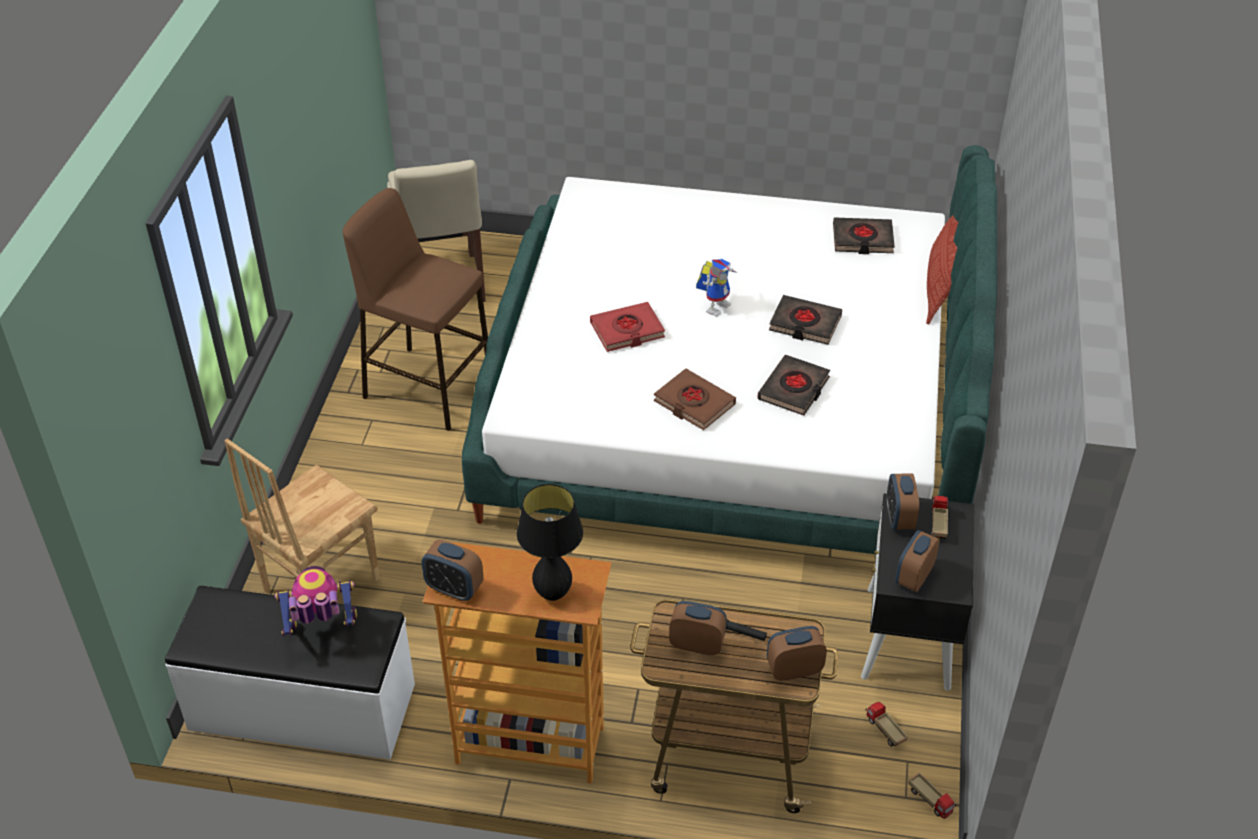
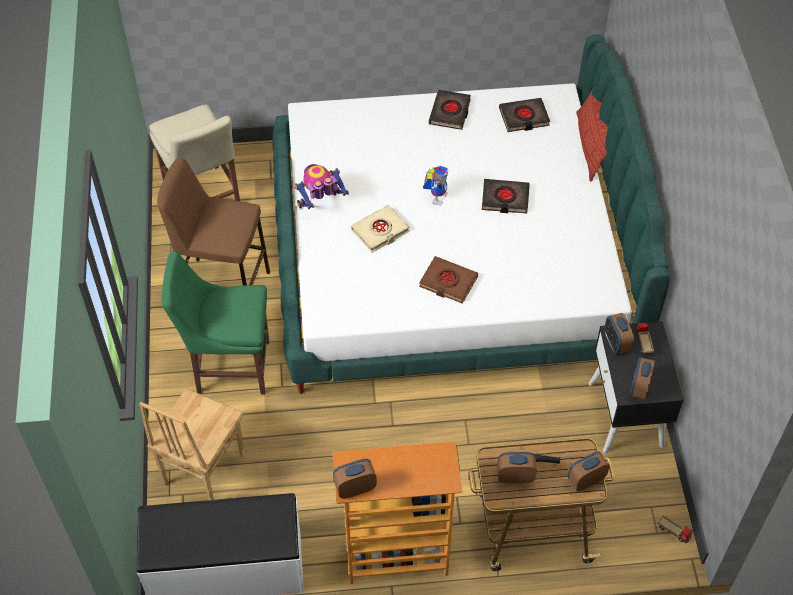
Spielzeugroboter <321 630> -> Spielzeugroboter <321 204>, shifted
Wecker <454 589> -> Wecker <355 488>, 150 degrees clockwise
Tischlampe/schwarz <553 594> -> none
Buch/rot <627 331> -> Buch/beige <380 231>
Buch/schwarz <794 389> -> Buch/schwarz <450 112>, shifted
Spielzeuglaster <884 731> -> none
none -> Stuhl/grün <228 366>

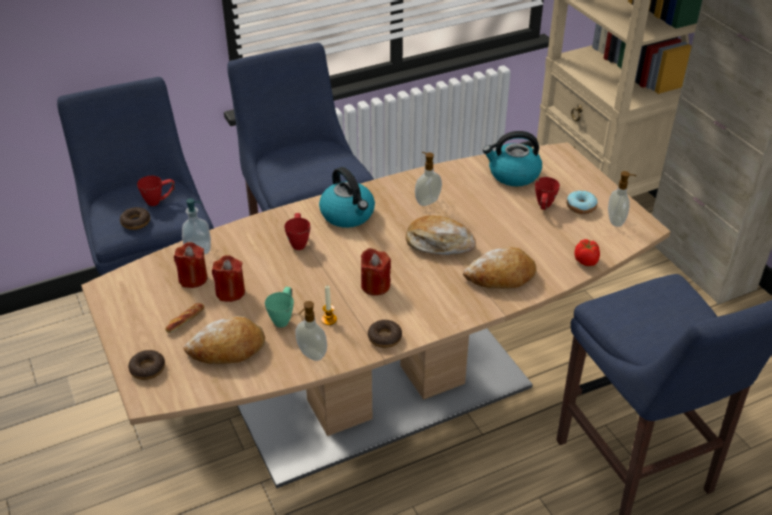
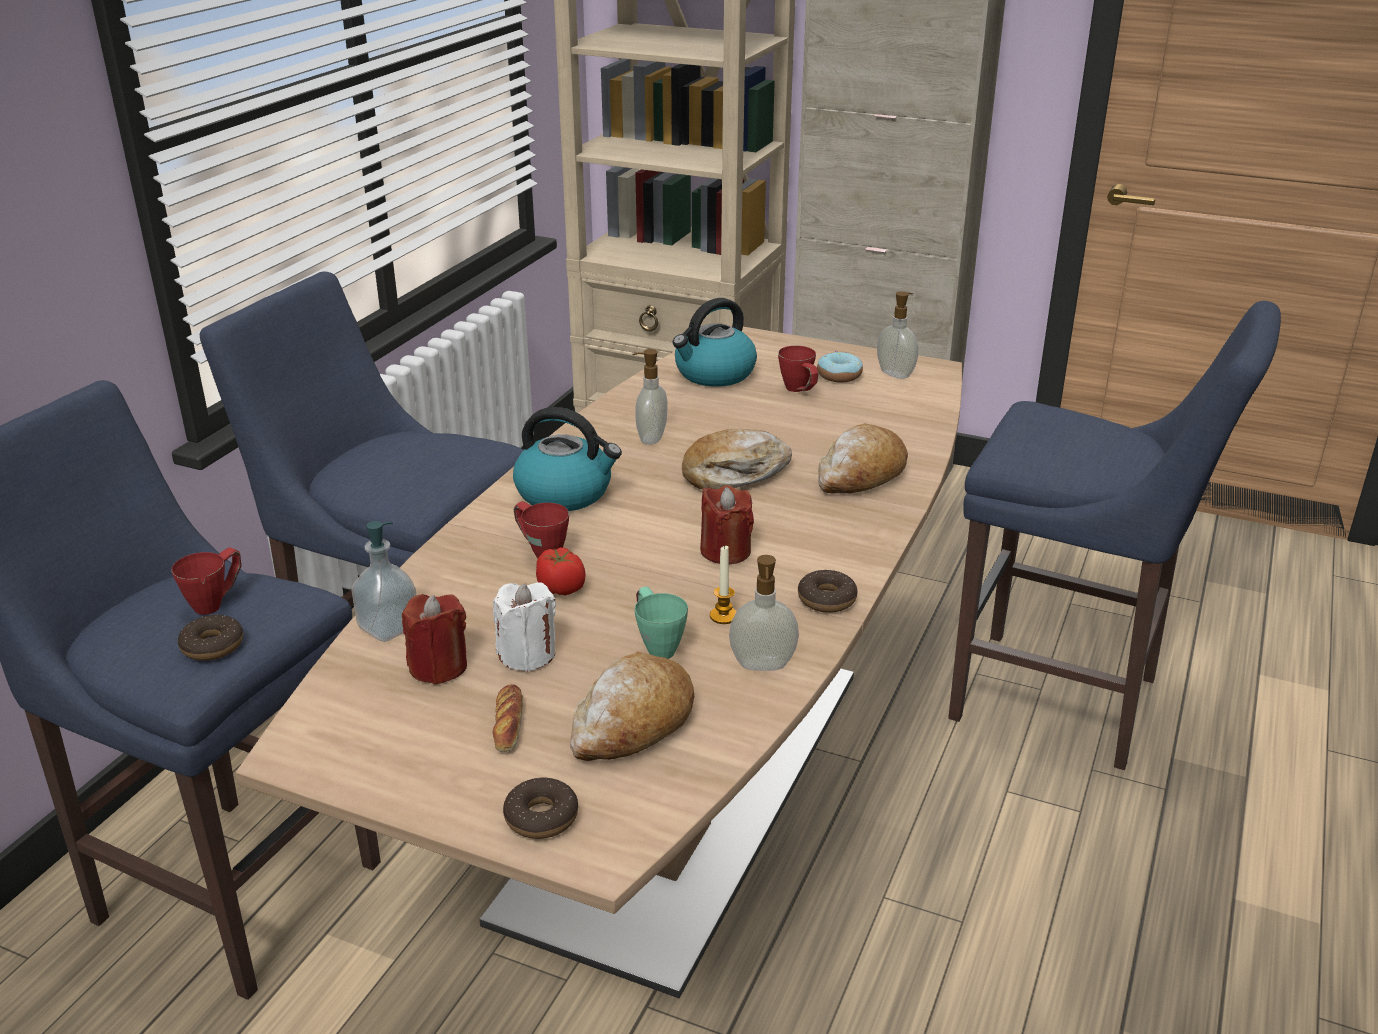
Kerze/rot <230 292> -> Kerze/weiß <527 654>
Tomate <586 261> -> Tomate <561 589>, shifted

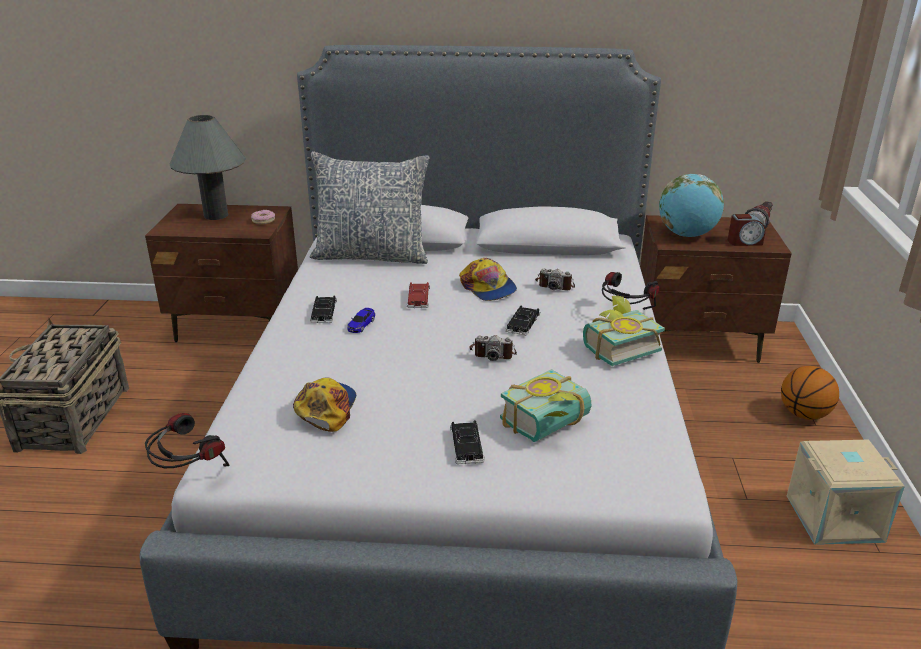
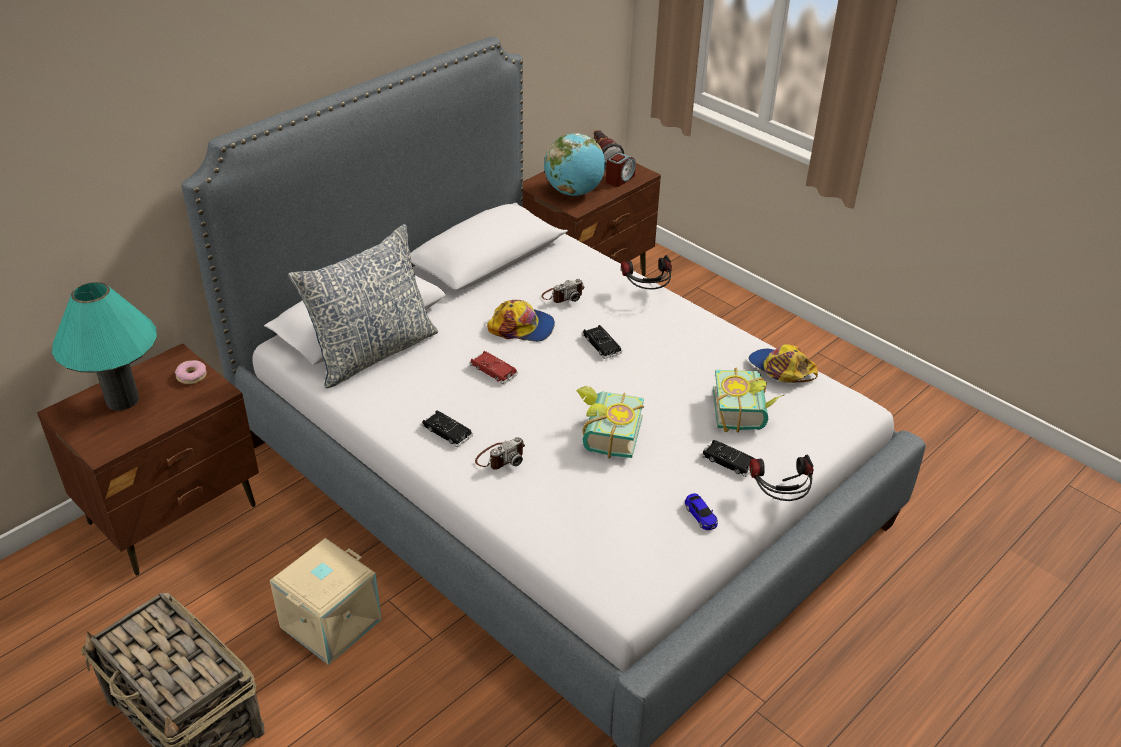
Kopfhörer <189 474> -> Kopfhörer <778 500>, shifted
Tischlampe/grau <216 215> -> Tischlampe/türkis <122 400>
Kappe <325 408> -> Kappe <780 369>, shifted
Spielzeugauto <361 325> -> Spielzeugauto <700 516>, shifted
Kamera <492 353> -> Kamera <500 457>, shifted
Buch <616 347> -> Buch <605 435>, shifted
Basketball <804 414> -> none
Aufbewahrungsbox/beige <834 517> -> Aufbewahrungsbox/beige <330 622>, shifted

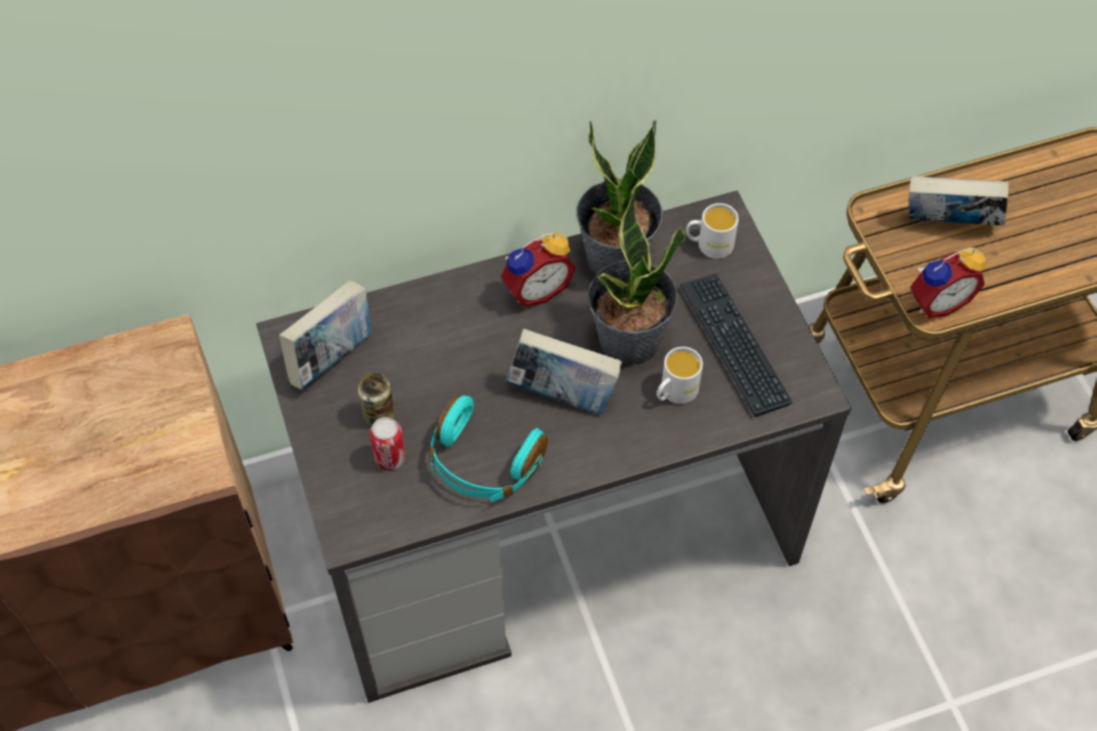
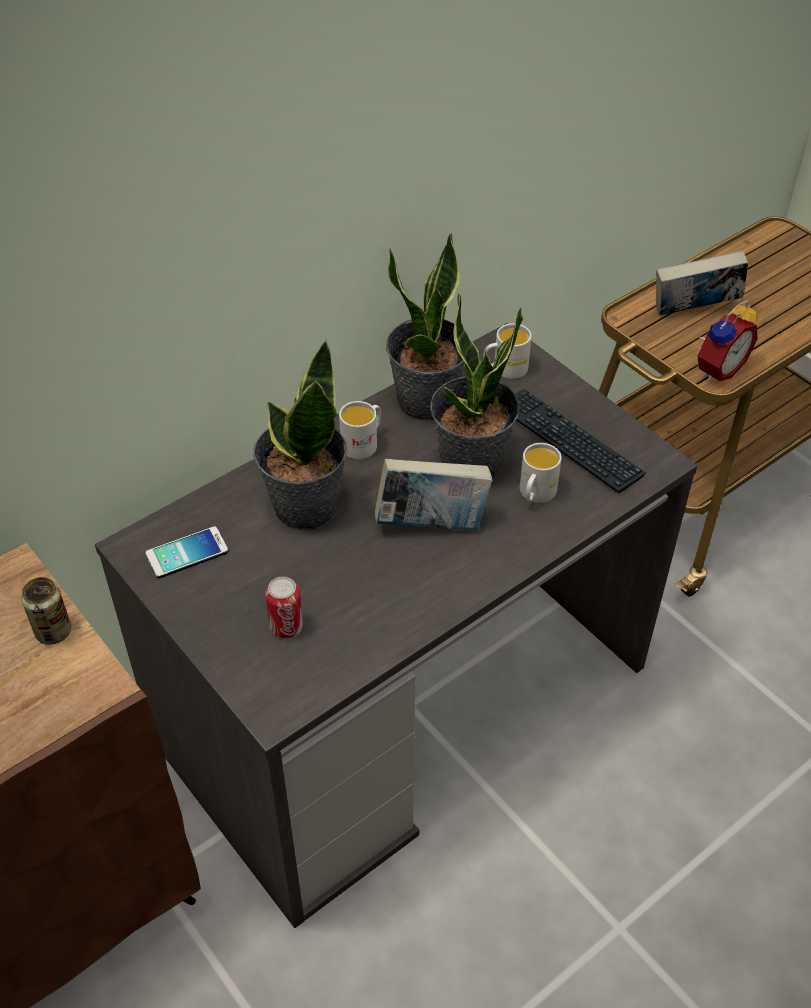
Buch <332 357> -> Handy <187 553>
Dose <379 415> -> Dose <53 631>, shifted
Kopfhörer/türkis <483 463> -> none
Wecker <536 289> -> Henkelbecher/weiß <363 443>
none -> Topfpflanze <304 506>

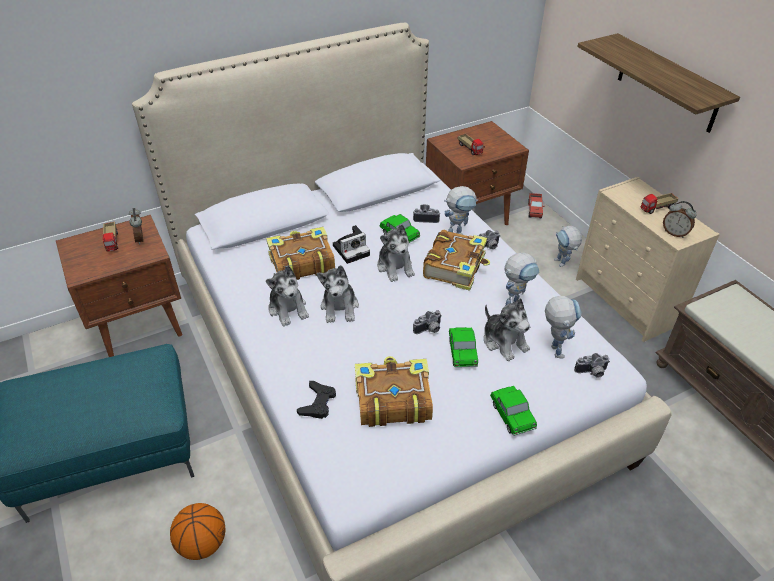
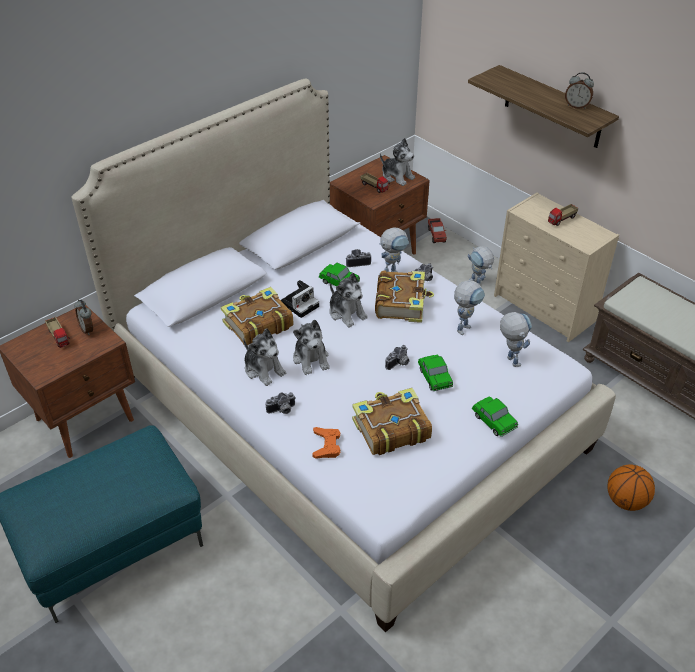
Basketball <203 544> -> Basketball <626 501>, shifted
Gamepad/schwarz <318 403> -> Gamepad/orange <326 445>
Plüschtier <504 342> -> Plüschtier <397 176>, shifted
Kamera <592 372> -> Kamera <282 410>, shifted
Wecker <674 233> -> Wecker <576 106>, shifted

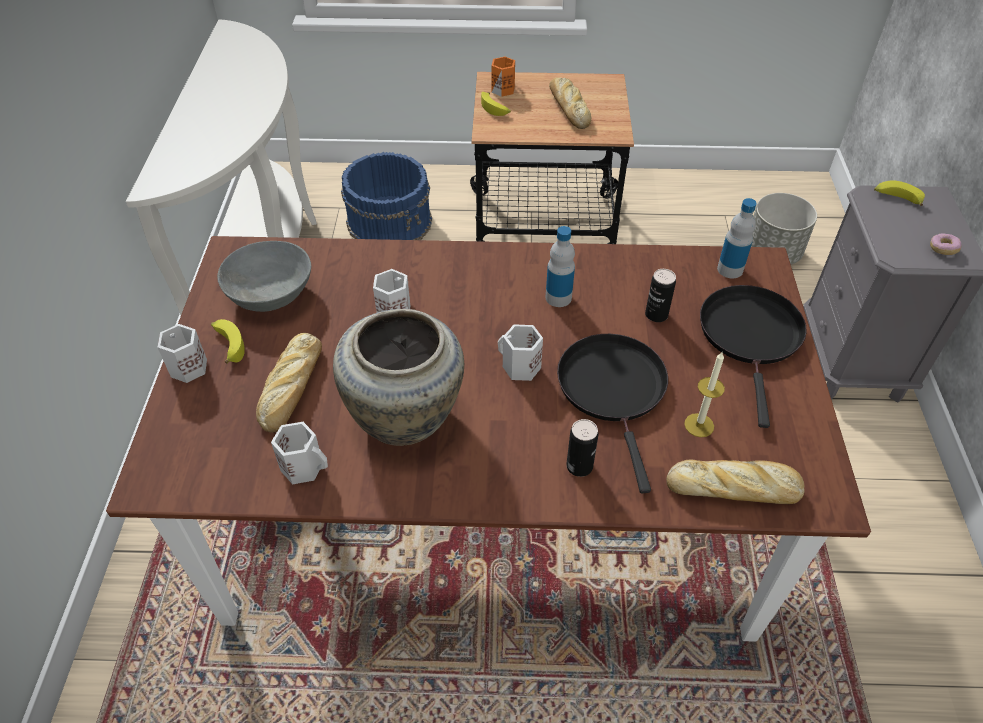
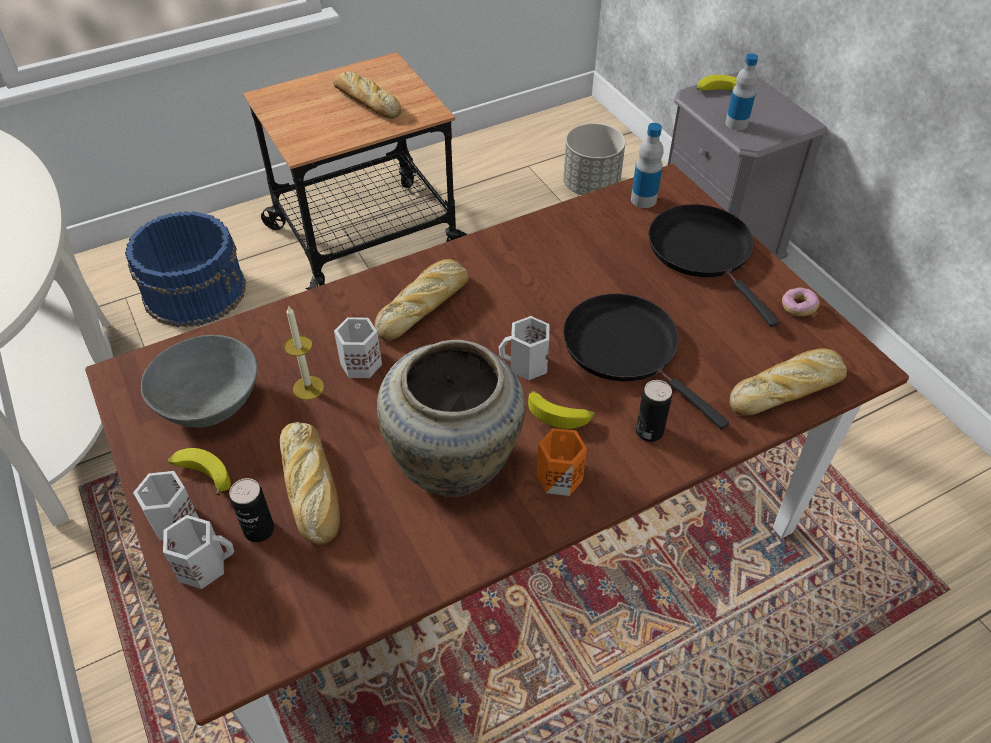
Henkelbecher/weiß <304 466> -> Henkelbecher/weiß <204 564>, shifted
Banane <495 108> -> Banane <560 414>, shifted
Henkelbecher/orange <503 89> -> Henkelbecher/orange <558 475>, shifted
Flasche <558 297> -> Flasche <736 123>, shifted
Dose <656 315> -> Dose <259 530>, shifted
Kerze <699 425> -> Kerze <308 388>, shifted
Donut <943 249> -> Donut <798 307>, shifted
none -> Brot <424 305>

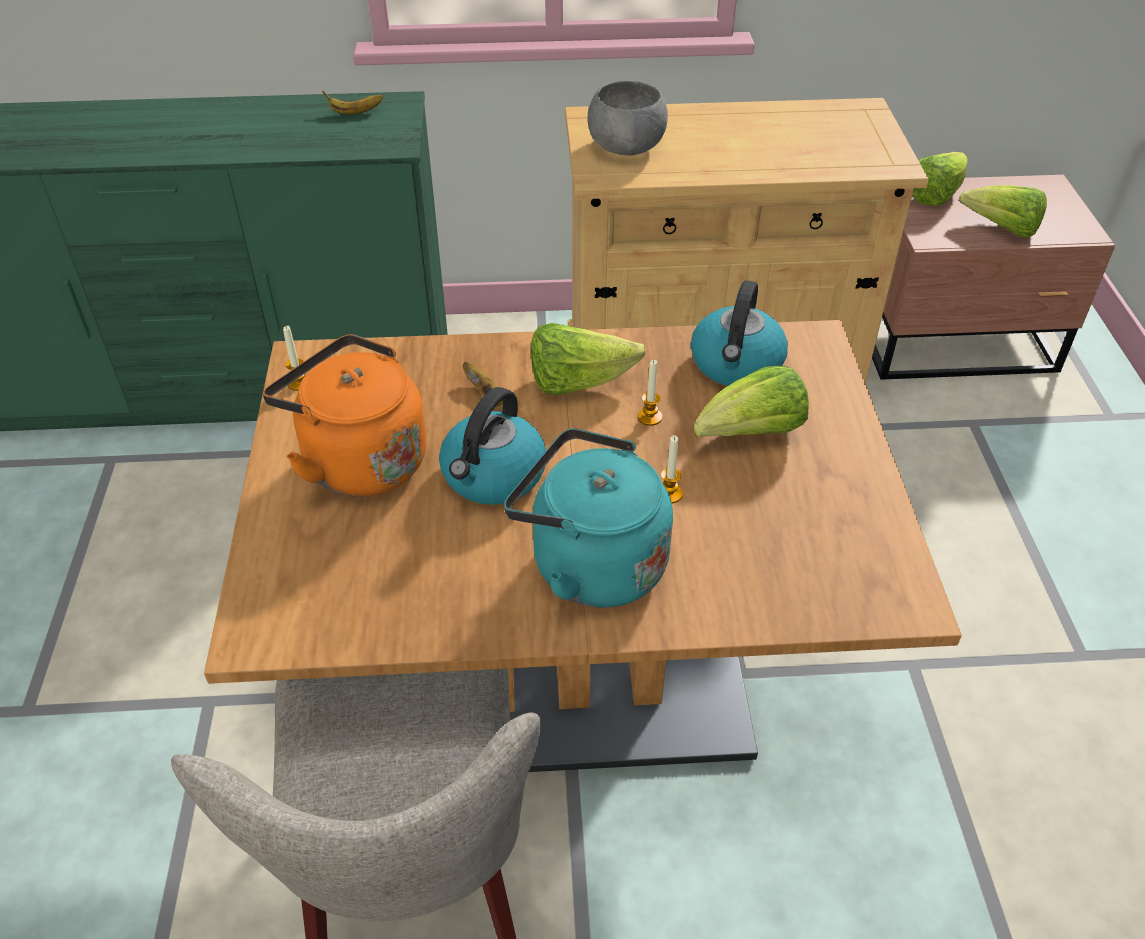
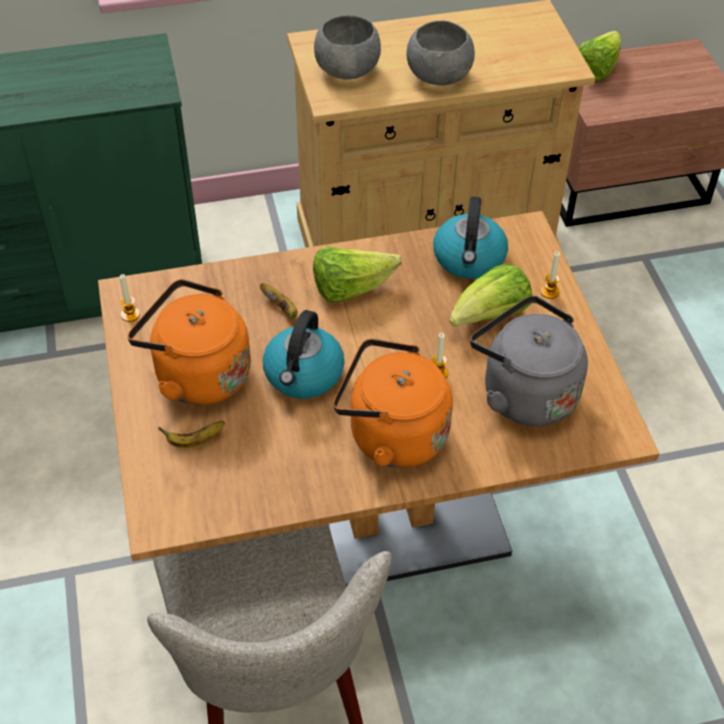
Banane <355 112> -> Banane <194 441>, shifted
Wasserkessel/türkis <590 564> -> Wasserkessel/orange <391 435>
Kerze <649 417> -> Kerze <549 292>, shifted
Salatkopf <1002 229> -> none
none -> Schüssel/grau <439 75>
none -> Wasserkessel/grau <524 392>

